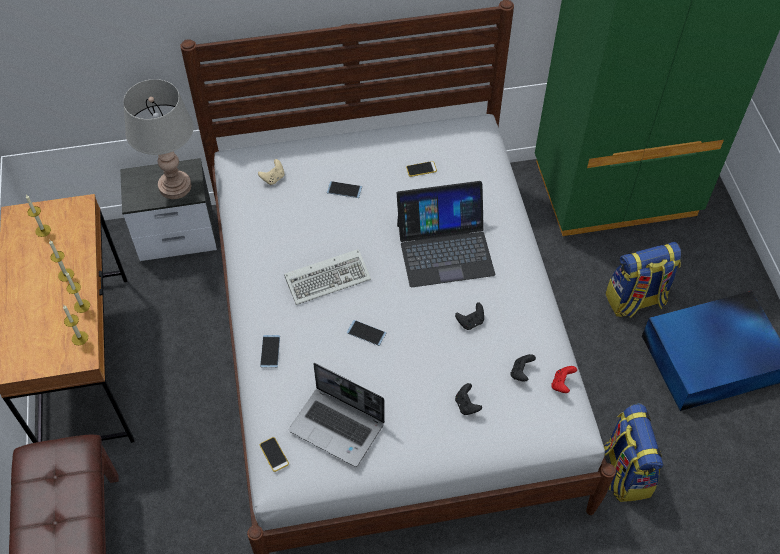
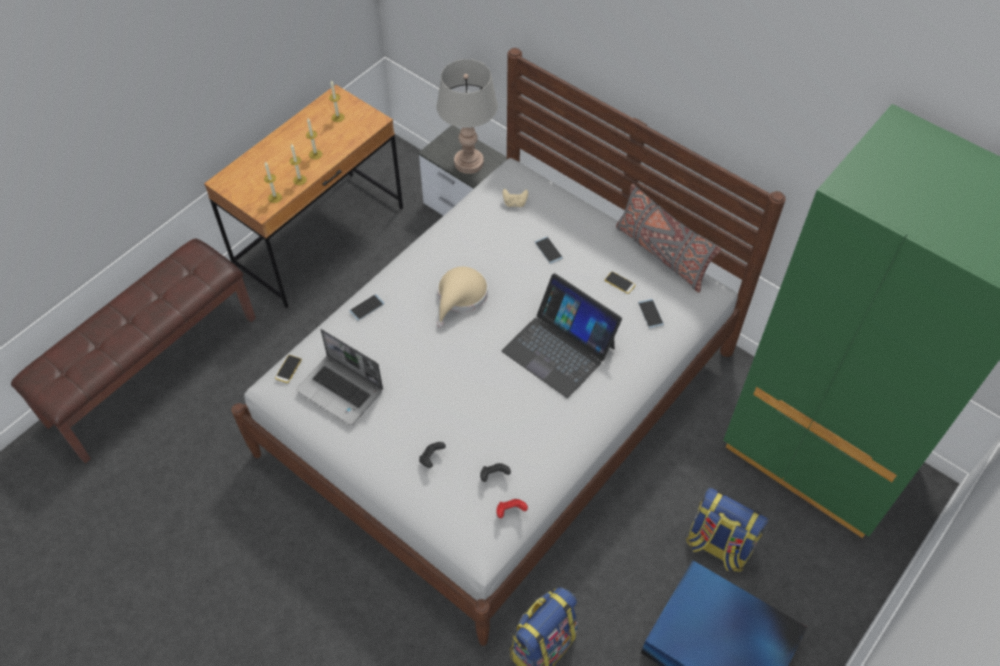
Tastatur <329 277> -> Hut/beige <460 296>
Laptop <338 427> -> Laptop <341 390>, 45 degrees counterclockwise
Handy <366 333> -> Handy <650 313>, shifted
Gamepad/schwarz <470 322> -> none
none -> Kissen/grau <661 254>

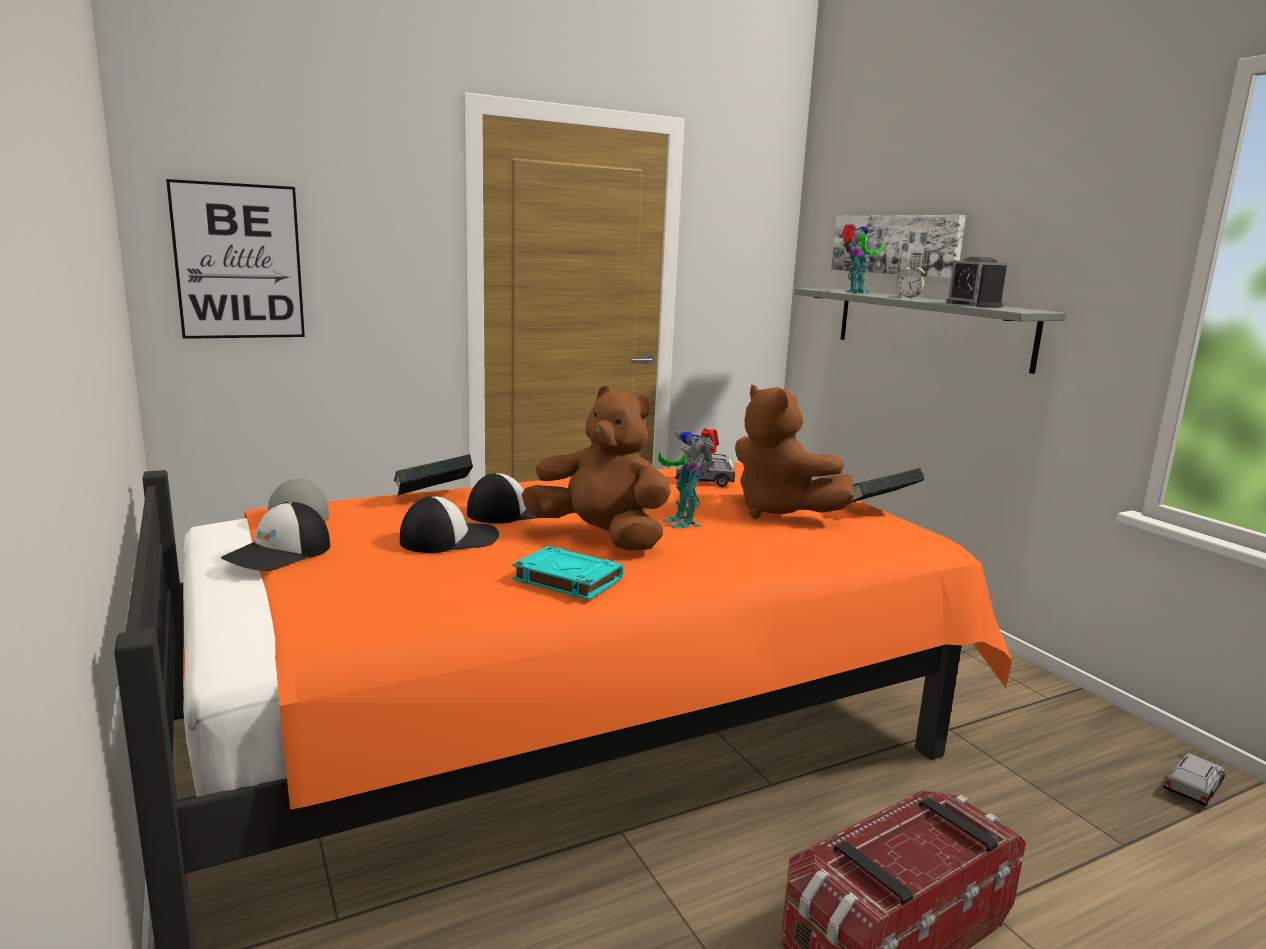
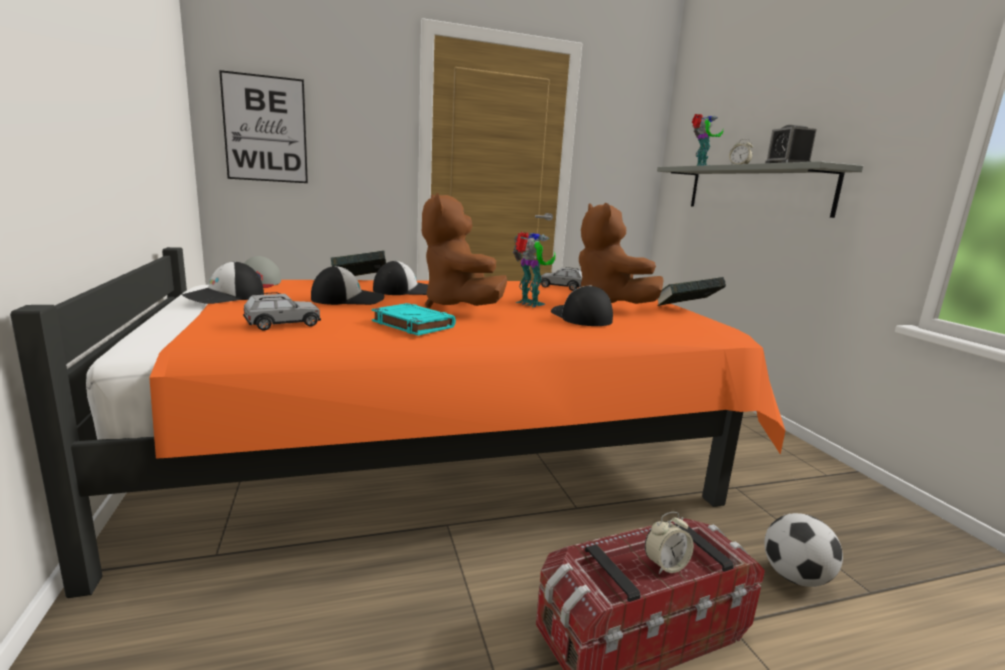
Plüschtier/braun <601 537> -> Plüschtier/braun <458 306>, 150 degrees counterclockwise
Spielzeugroboter <685 521> -> Spielzeugroboter <529 304>, 150 degrees clockwise
Bild <895 245> -> none
Spielzeugauto/grau <1192 789> -> Spielzeugauto/grau <282 324>, shifted
none -> Kappe <580 317>
none -> Wecker <665 565>
none -> Fußball <795 577>

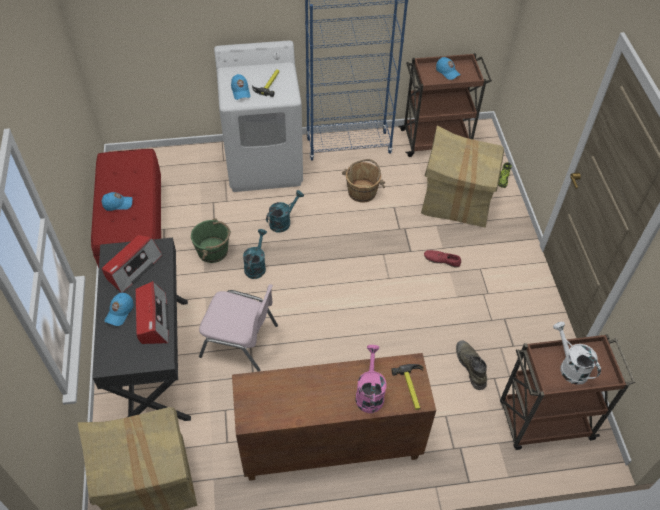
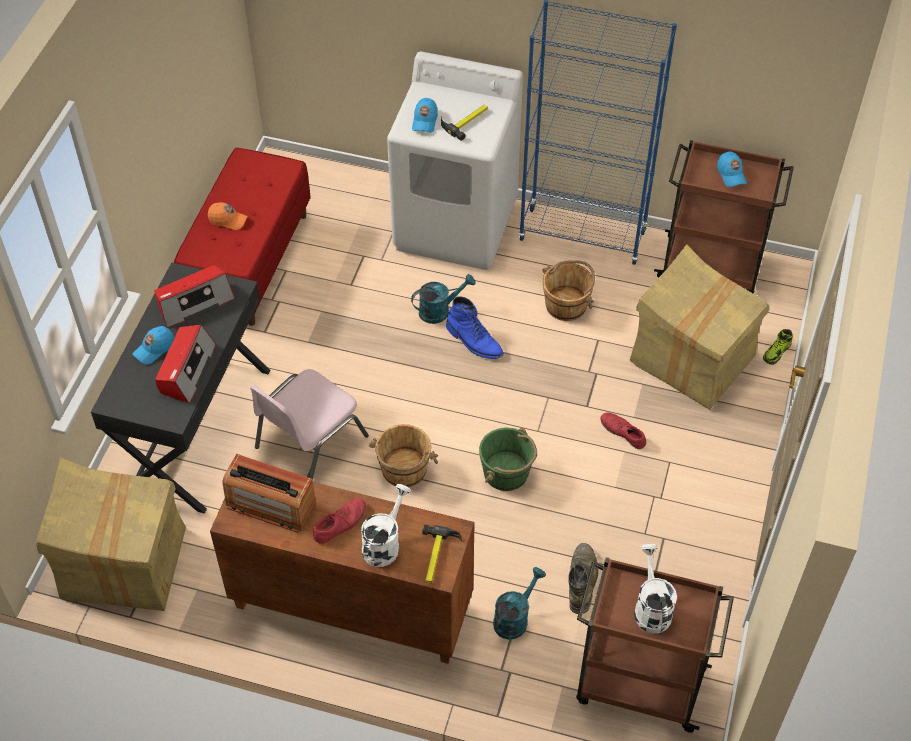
Kappe/blau <118 204> -> Kappe/orange <228 220>
Eimer/grün <213 251> -> Eimer/grün <507 473>, shifted
Stuhl/rosa <240 341> -> Stuhl/rosa <309 442>, 90 degrees clockwise
Gießkanne/türkis <256 265> -> Gießkanne/türkis <514 618>, shifted
Gießkanne/rosa <369 393> -> Gießkanne/weiß <384 543>
none -> Radio <270 505>
none -> Schuh/rot <340 523>
none -> Eimer/braun <403 470>
none -> Stiefel/blau <474 341>

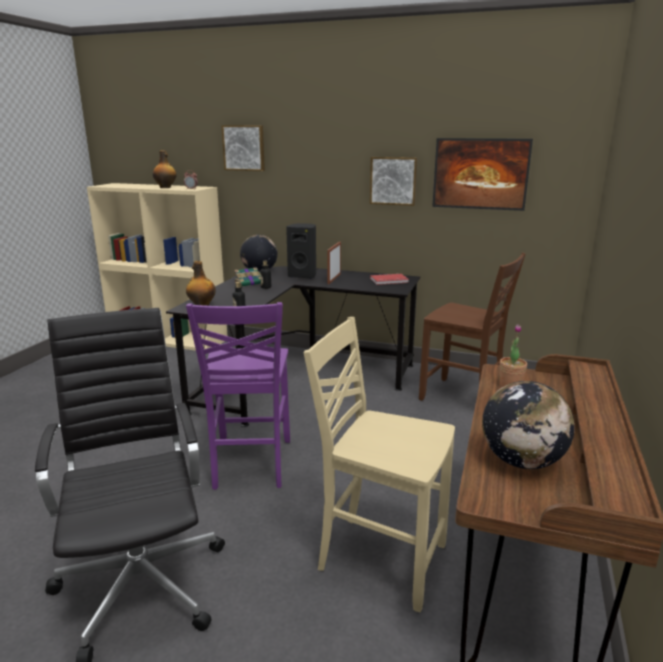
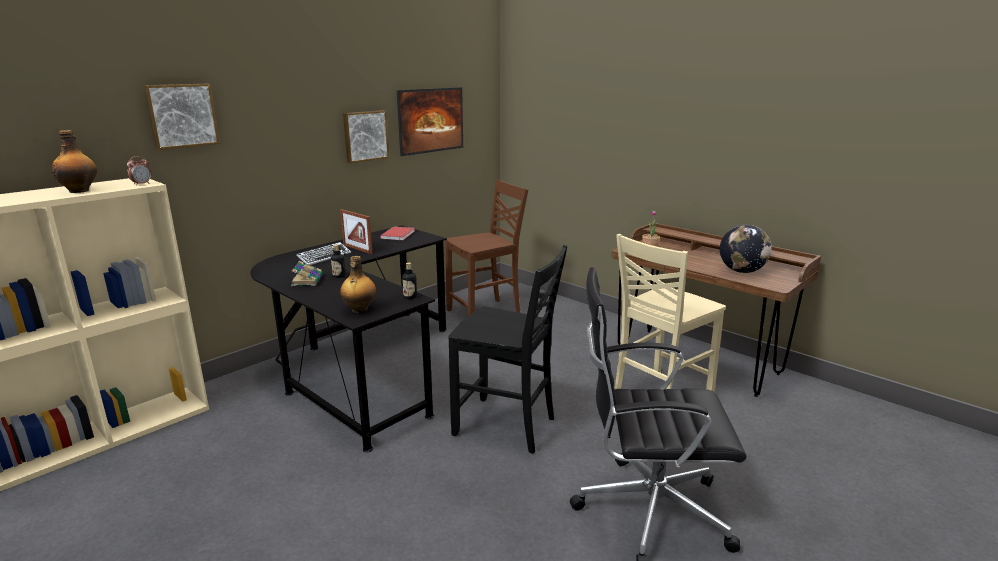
Stuhl/lila <250 464> -> Stuhl/schwarz <506 426>
Globus <259 271> -> none
Lautsprecher/schwarz <303 276> -> Tastatur <324 257>

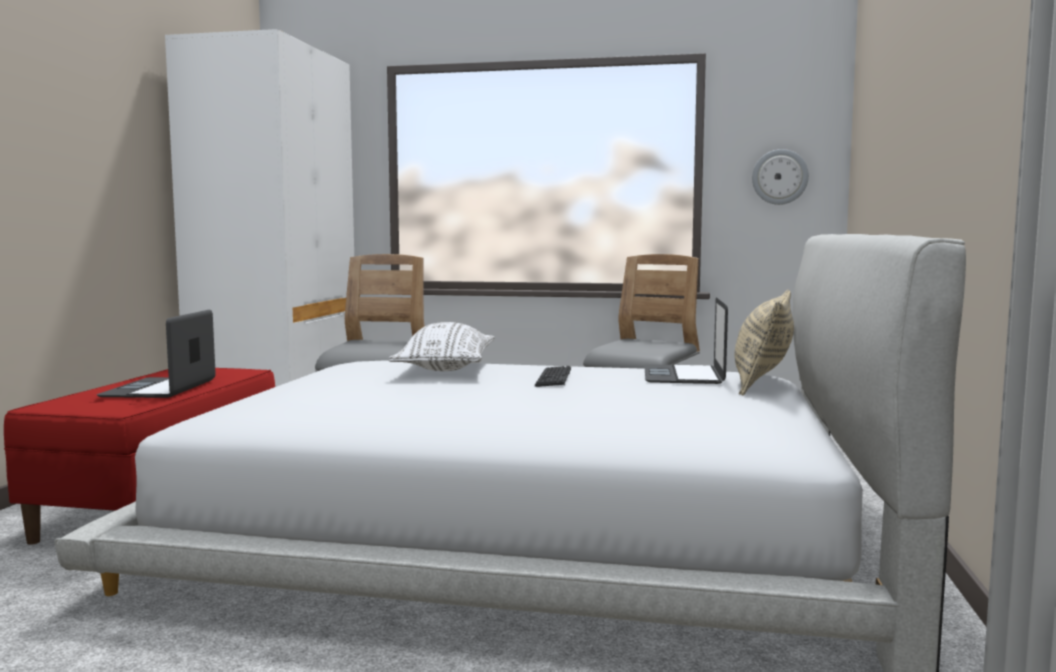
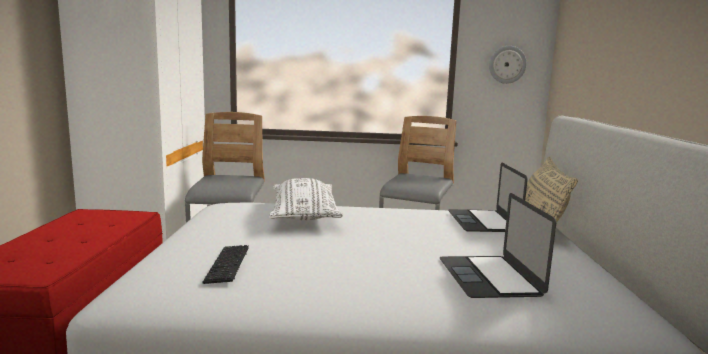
Laptop <160 388> -> Laptop <489 276>, shifted
Tastatur <553 378> -> Tastatur <227 265>, shifted

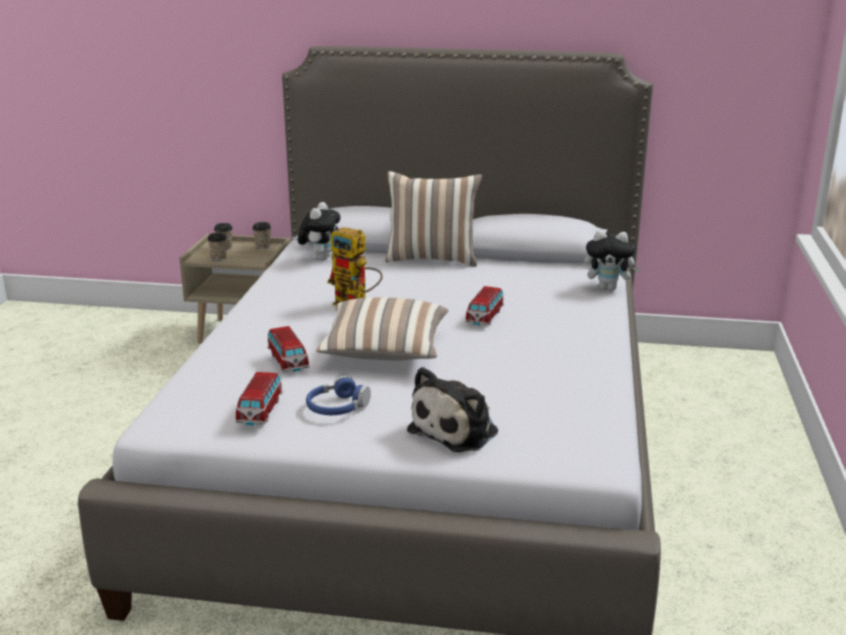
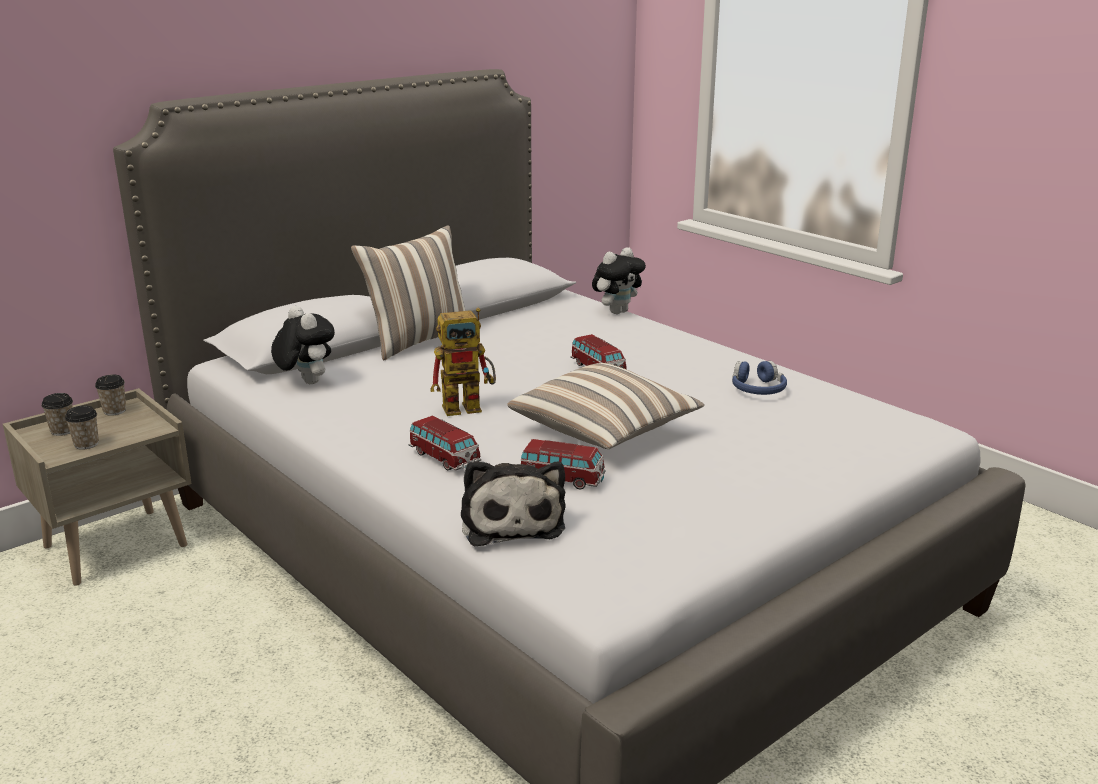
Spielzeugauto <260 411> -> Spielzeugauto <444 458>, shifted
Kopfhörer/blau <337 407> -> Kopfhörer/blau <757 389>, shifted
Plüschtier <457 430> -> Plüschtier <511 521>, shifted

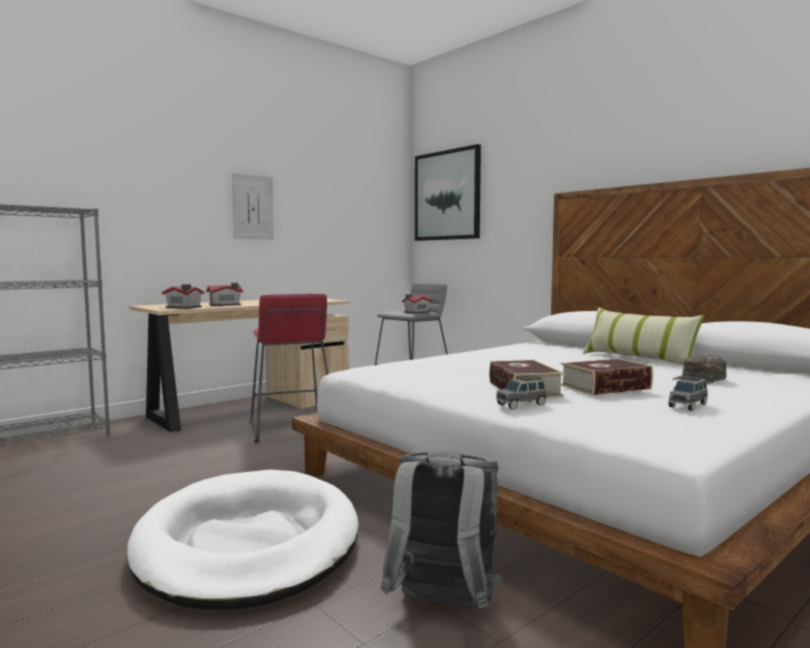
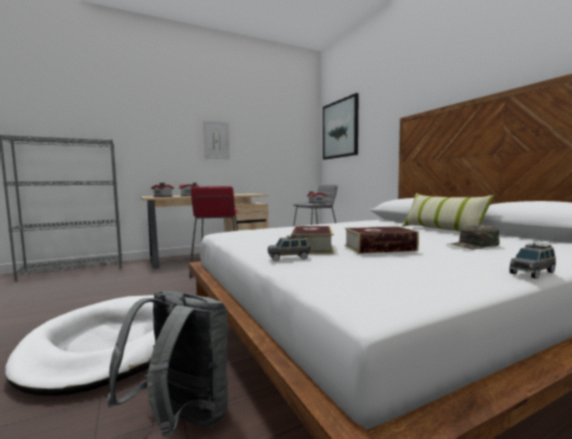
Spielzeugauto/grau <688 405> -> Spielzeugauto/grau <532 273>, shifted

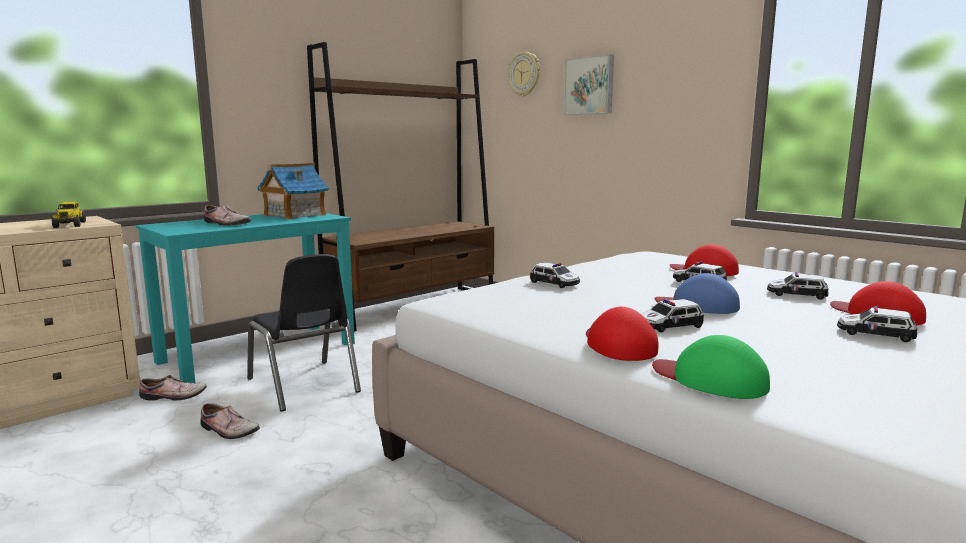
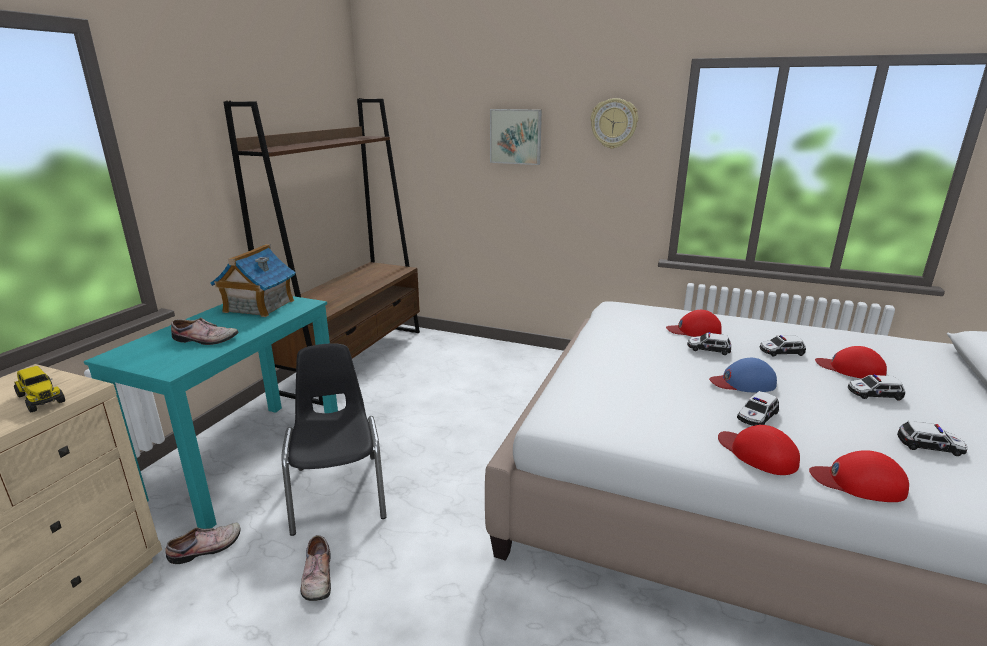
Schuh <227 431> -> Schuh <316 577>, 75 degrees clockwise
Stuhl/schwarz <303 385> -> Stuhl/schwarz <339 492>, 135 degrees counterclockwise
Wanduhr <524 74> -> Wanduhr <614 123>, shifted
Spielzeugauto <555 283> -> Spielzeugauto <930 445>, shifted
Kappe/grün <710 379> -> Kappe/rot <858 482>

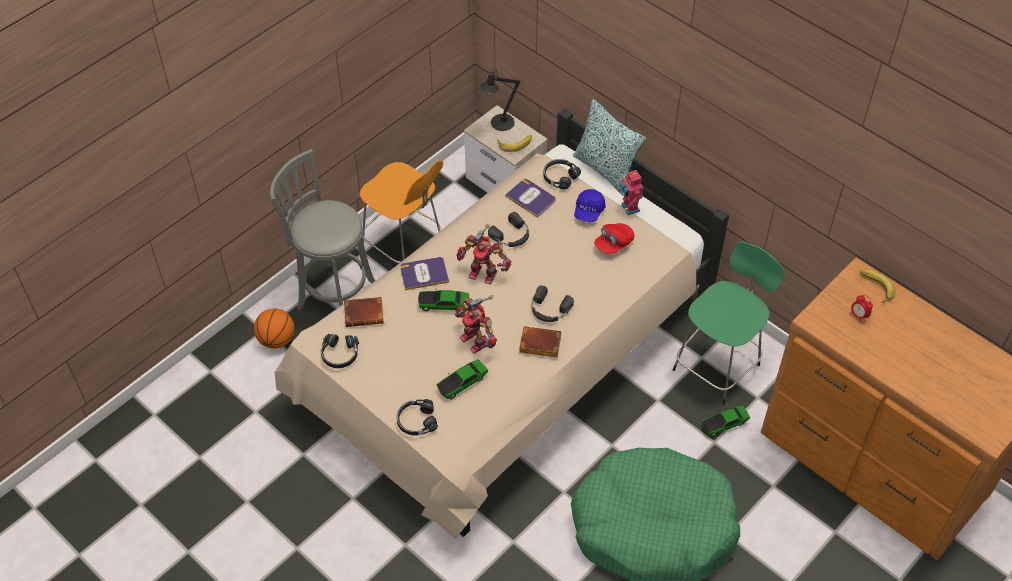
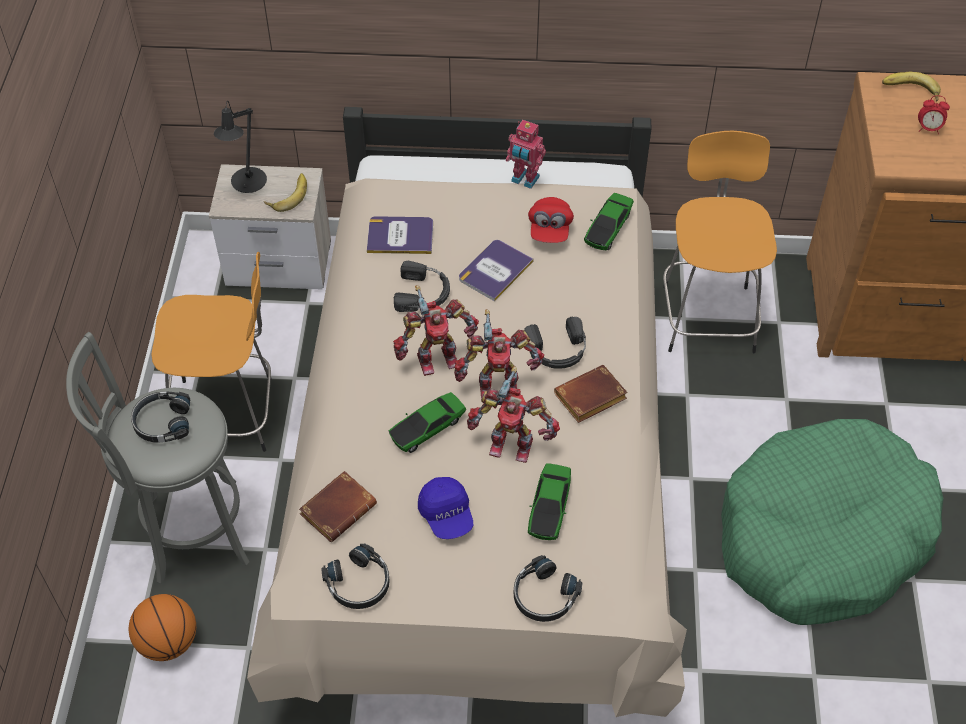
Buch <424 274> -> Buch <495 270>, shifted
Kopfhörer/schwarz <560 177> -> Kopfhörer/schwarz <162 422>, shifted
Kissen <605 170> -> none
Kappe/blau <589 211> -> Kappe/blau <446 515>, shifted
Hocker/grün <718 365> -> Hocker/orange <708 315>
Spielzeugauto <724 424> -> Spielzeugauto <608 228>, shifted
none -> Spielzeugroboter <497 385>

